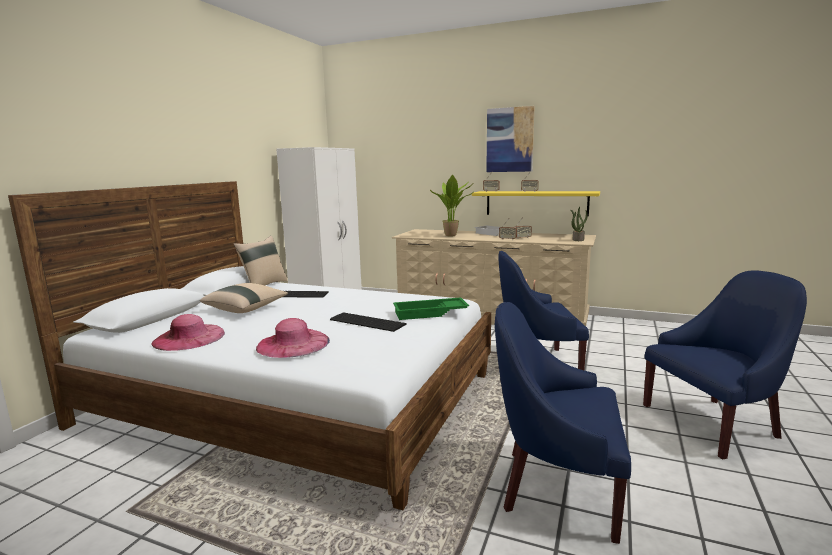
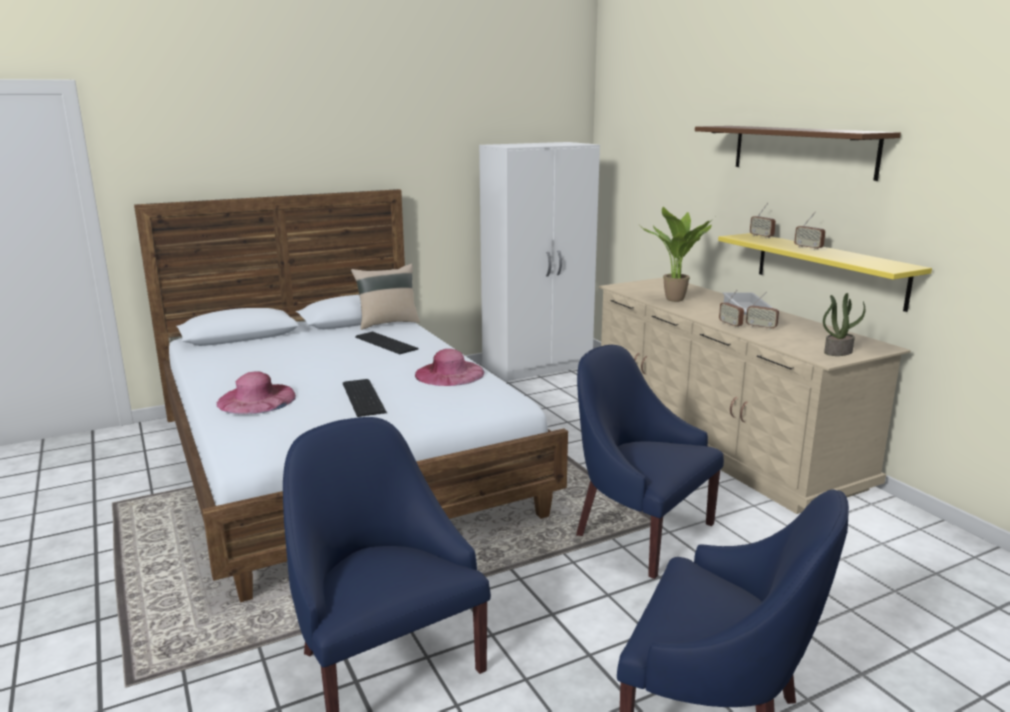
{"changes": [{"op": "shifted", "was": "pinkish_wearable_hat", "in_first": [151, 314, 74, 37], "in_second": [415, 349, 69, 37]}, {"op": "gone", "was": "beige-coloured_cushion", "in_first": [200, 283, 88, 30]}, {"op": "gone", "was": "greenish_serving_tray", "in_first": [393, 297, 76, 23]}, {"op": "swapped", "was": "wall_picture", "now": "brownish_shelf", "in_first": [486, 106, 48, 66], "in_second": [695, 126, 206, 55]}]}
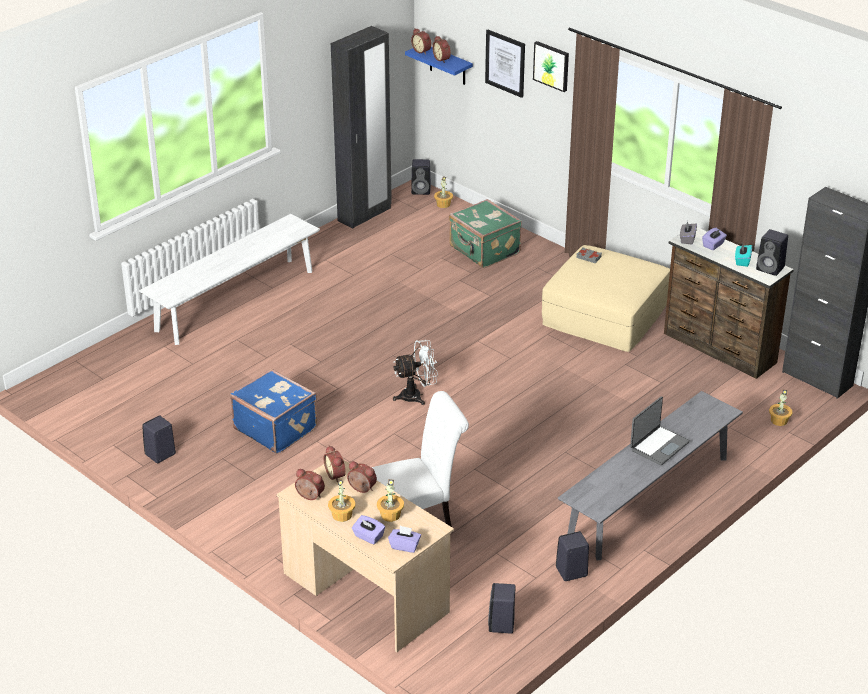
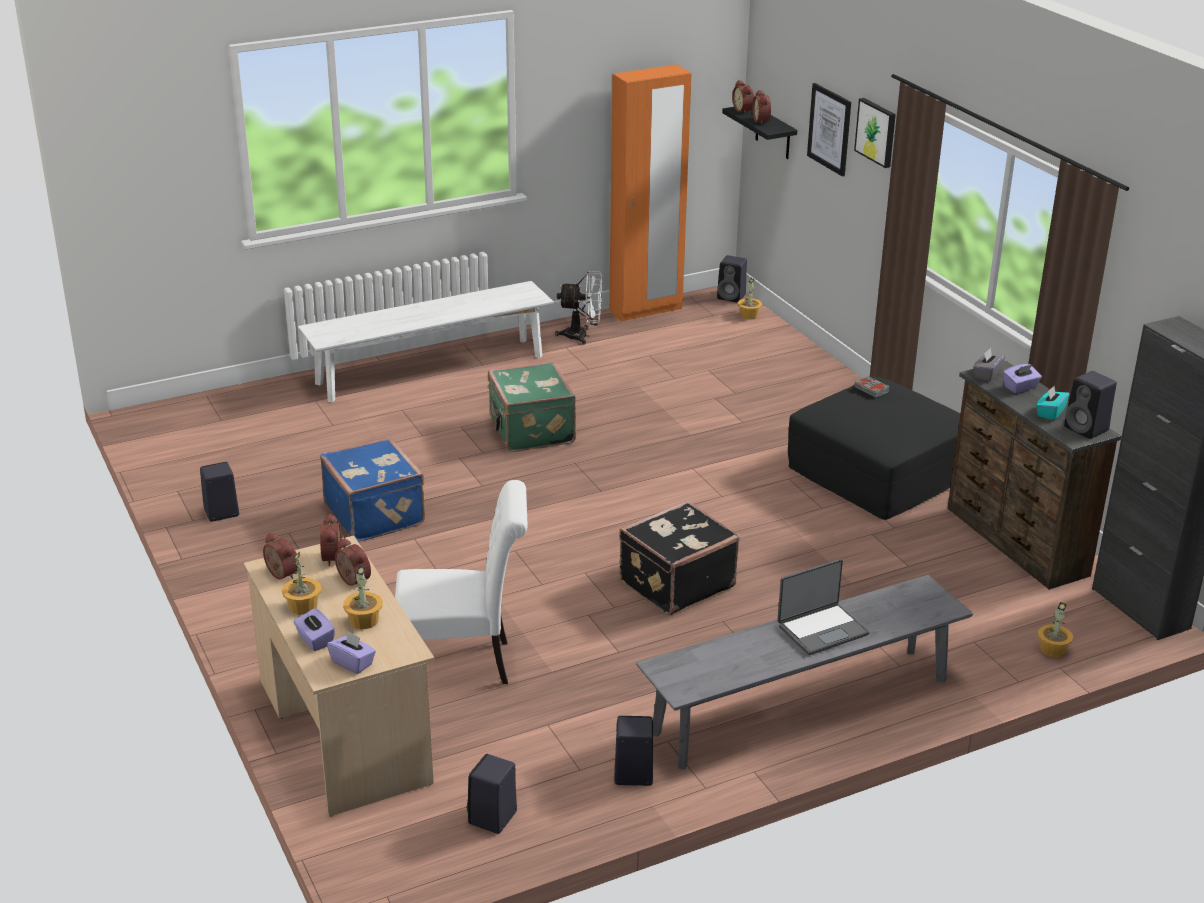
{"changes": [{"op": "repainted", "was": "blackish_armoire", "now": "orangey_armoire", "in_first": [331, 26, 61, 203], "in_second": [609, 64, 83, 258]}, {"op": "shifted", "was": "whitish_electric_fan", "in_first": [393, 340, 45, 65], "in_second": [555, 270, 47, 74]}, {"op": "repainted", "was": "blue_shelf", "now": "blackish_shelf", "in_first": [405, 47, 68, 38], "in_second": [722, 107, 75, 52]}, {"op": "shifted", "was": "greenish_travel_case", "in_first": [449, 199, 73, 69], "in_second": [487, 362, 89, 90]}, {"op": "repainted", "was": "beige-coloured_pouffe", "now": "blackish_pouffe", "in_first": [542, 245, 128, 107], "in_second": [788, 377, 172, 143]}, {"op": "new", "now": "blackish_travel_case", "in_second": [619, 500, 121, 116]}]}
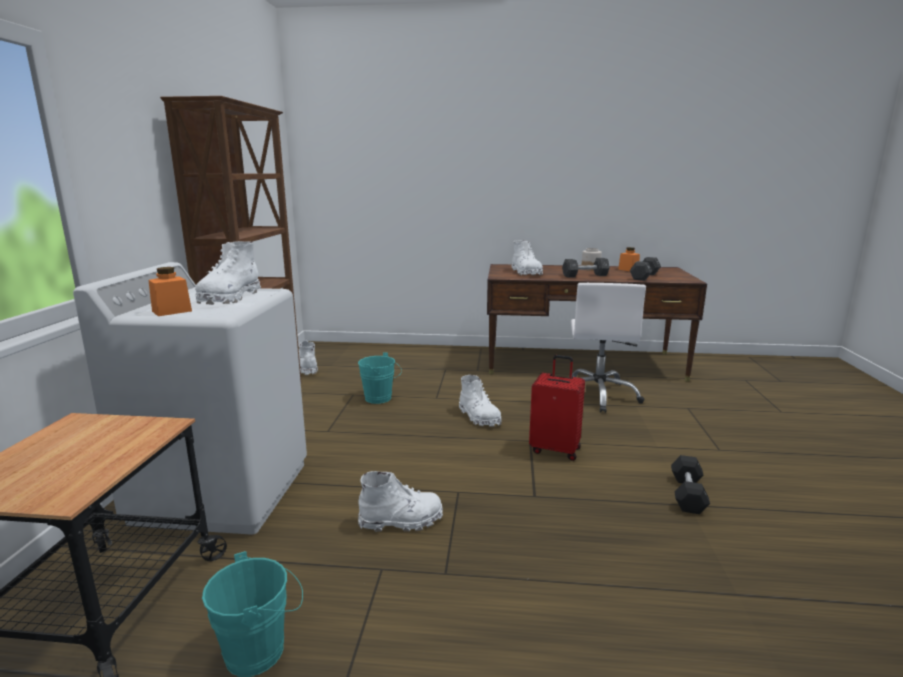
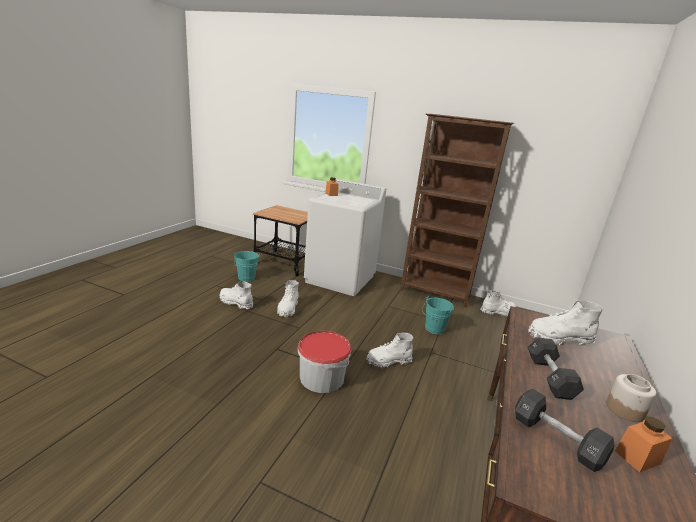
{"changes": [{"op": "shifted", "was": "whitish_tall_boot", "in_first": [195, 241, 66, 64], "in_second": [219, 281, 34, 29]}, {"op": "swapped", "was": "red_travel_case", "now": "water_bucket", "in_first": [529, 355, 56, 106], "in_second": [298, 330, 53, 63]}, {"op": "gone", "was": "whitish_computer_chair", "in_first": [569, 283, 77, 130]}, {"op": "gone", "was": "blackish_dumbbell", "in_first": [671, 455, 39, 59]}]}
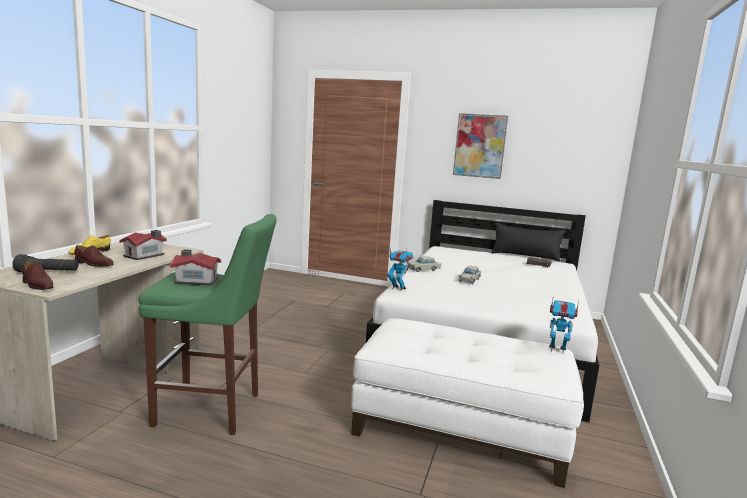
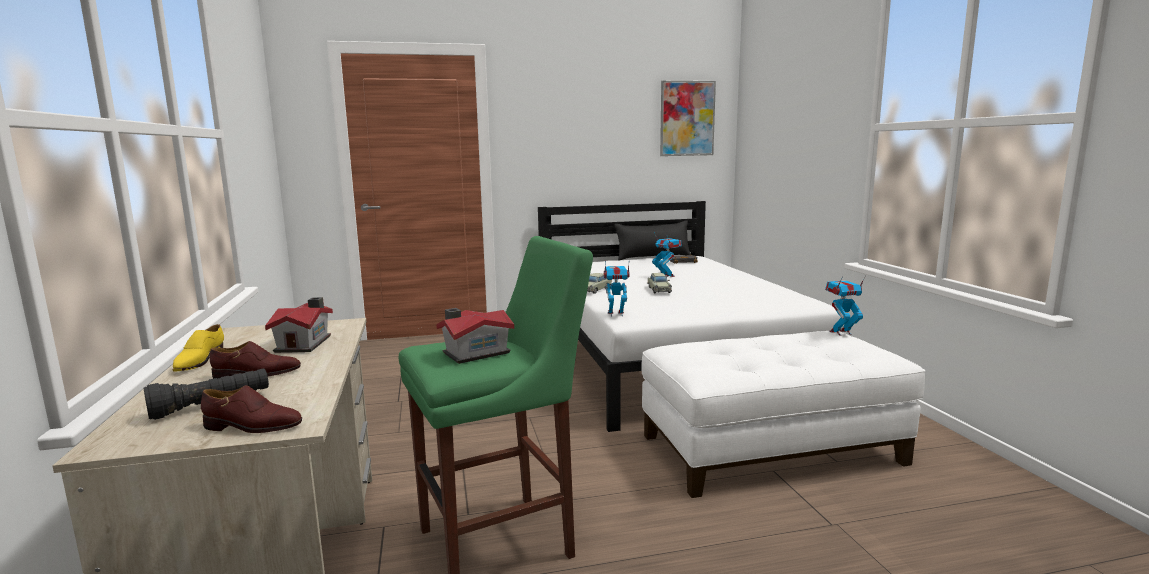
{"changes": [{"op": "shifted", "was": "wall_picture", "in_first": [453, 113, 55, 66], "in_second": [660, 81, 56, 75]}, {"op": "new", "now": "model_robot", "in_second": [652, 232, 29, 45]}]}
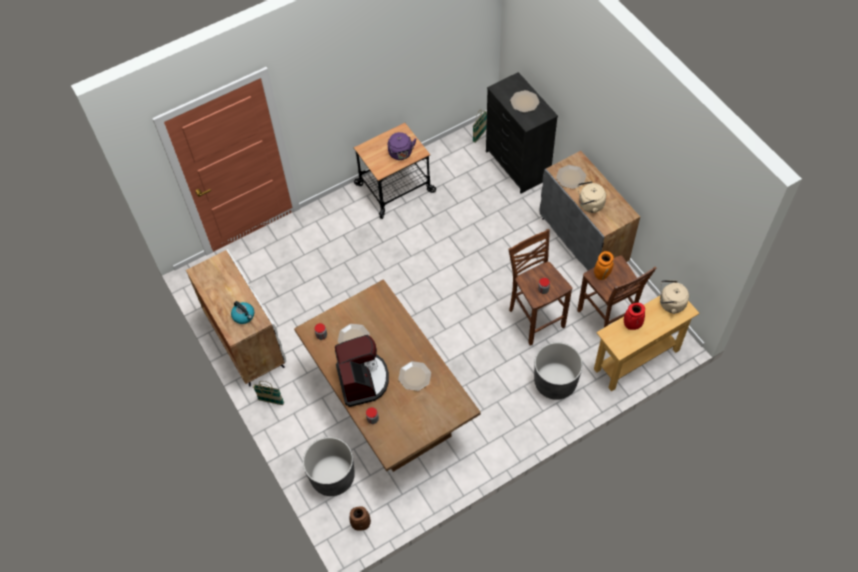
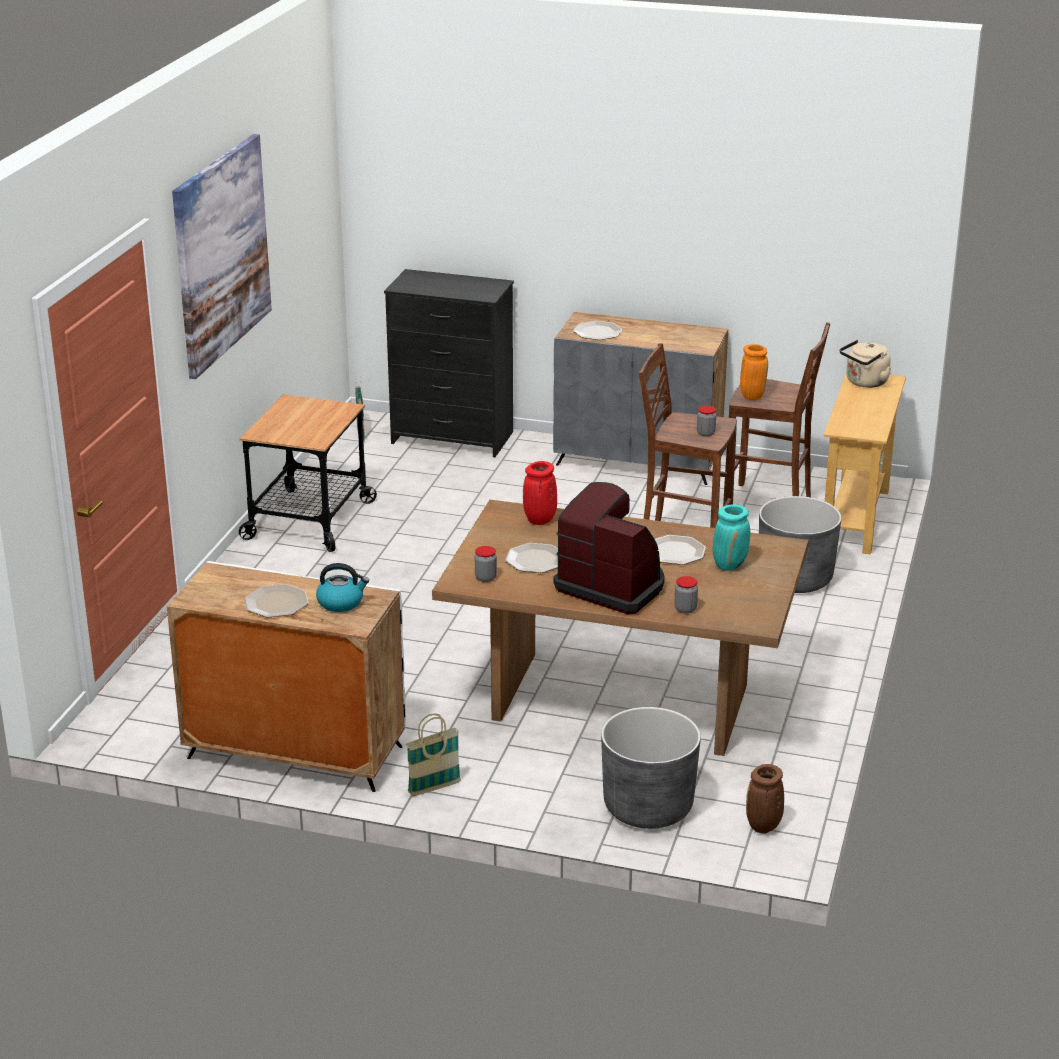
{"changes": [{"op": "gone", "was": "purple_water_kettle", "in_first": [388, 132, 28, 28]}, {"op": "shifted", "was": "flat_dish", "in_first": [510, 90, 30, 22], "in_second": [245, 584, 63, 34]}, {"op": "gone", "was": "beige-coloured_water_kettle", "in_first": [577, 181, 29, 32]}, {"op": "shifted", "was": "red_decorative_vase", "in_first": [624, 303, 21, 27], "in_second": [523, 461, 34, 64]}, {"op": "new", "now": "wall_picture", "in_second": [172, 134, 100, 245]}, {"op": "new", "now": "turquoise_decorative_vase", "in_second": [713, 504, 37, 67]}]}
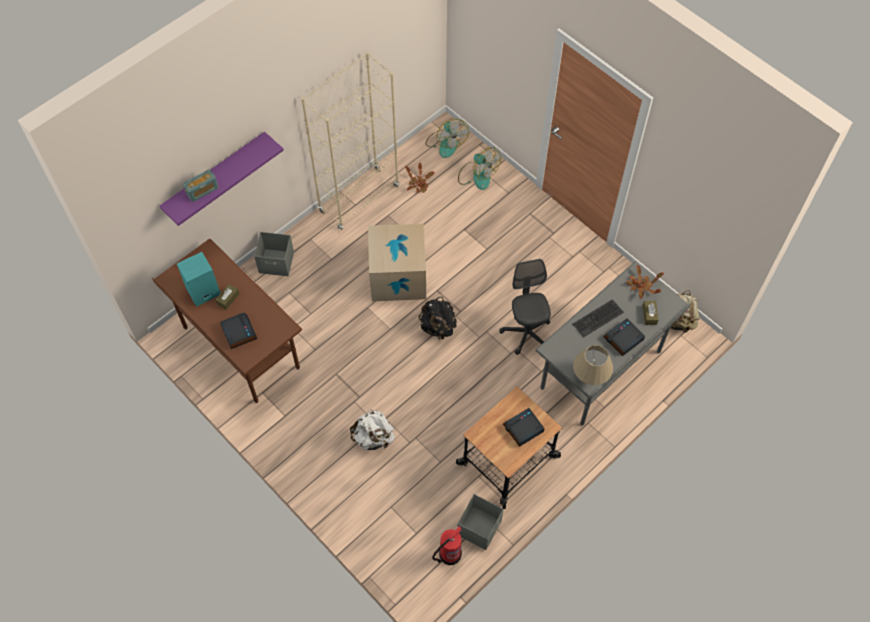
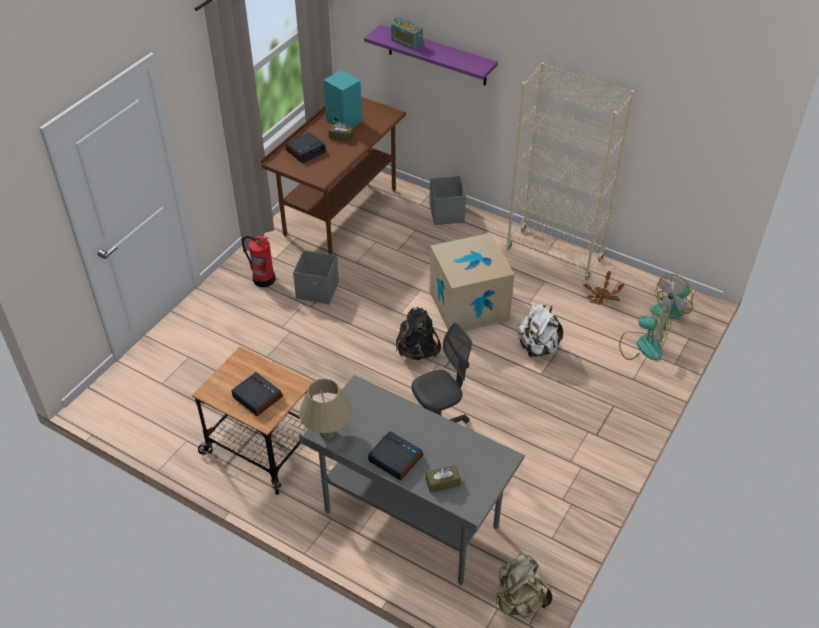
{"changes": [{"op": "shifted", "was": "whitish_knapsack", "in_first": [350, 409, 45, 41], "in_second": [517, 304, 46, 53]}, {"op": "shifted", "was": "fire-fighting_cylinder", "in_first": [432, 526, 30, 39], "in_second": [242, 236, 33, 51]}, {"op": "shifted", "was": "grey_storage_bin", "in_first": [457, 494, 47, 56], "in_second": [293, 250, 46, 54]}, {"op": "rotated", "was": "electric_fan", "in_first": [458, 147, 43, 43], "in_second": [619, 303, 53, 58], "clockwise": -90}, {"op": "gone", "was": "keyboard", "in_first": [573, 299, 51, 38]}, {"op": "gone", "was": "houseplant", "in_first": [627, 265, 37, 34]}]}
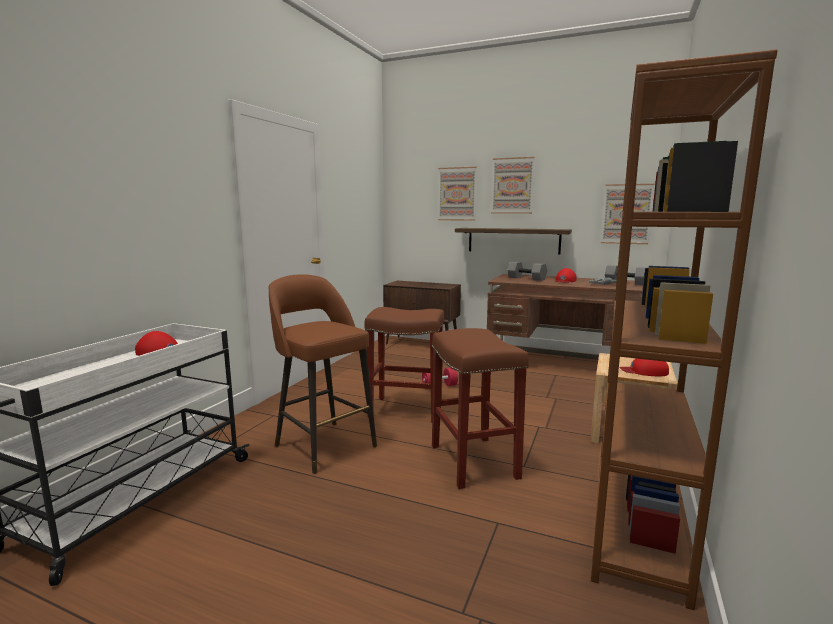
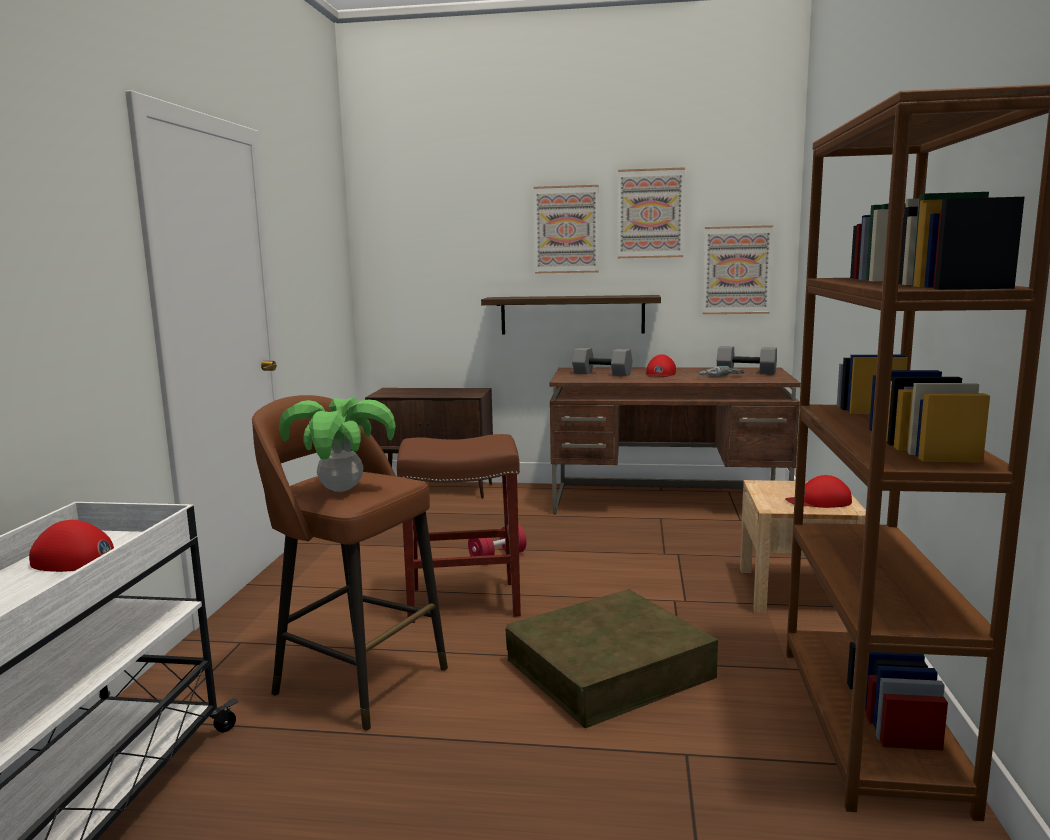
{"changes": [{"op": "swapped", "was": "brownish_sitting_stool", "now": "brownish_storage_bin", "in_first": [432, 328, 97, 161], "in_second": [506, 589, 212, 139]}, {"op": "shifted", "was": "wall_picture", "in_first": [438, 167, 39, 54], "in_second": [617, 167, 68, 91]}, {"op": "new", "now": "houseplant", "in_second": [279, 398, 117, 94]}]}
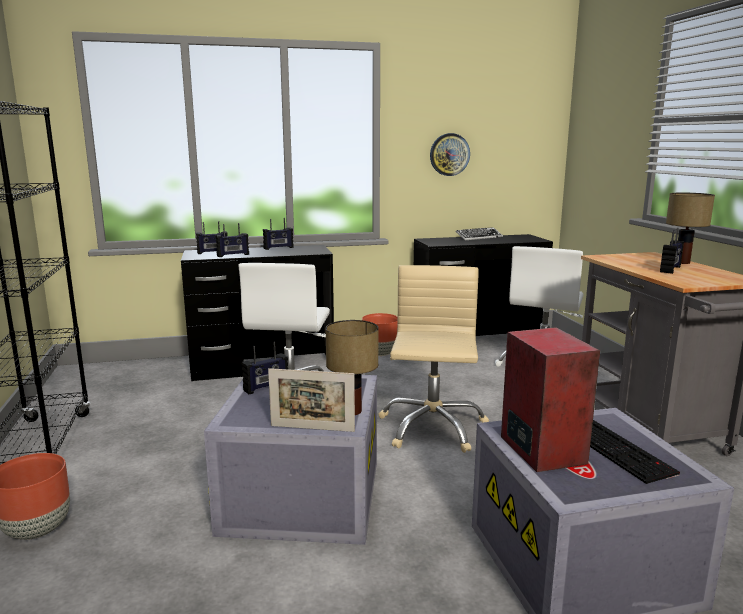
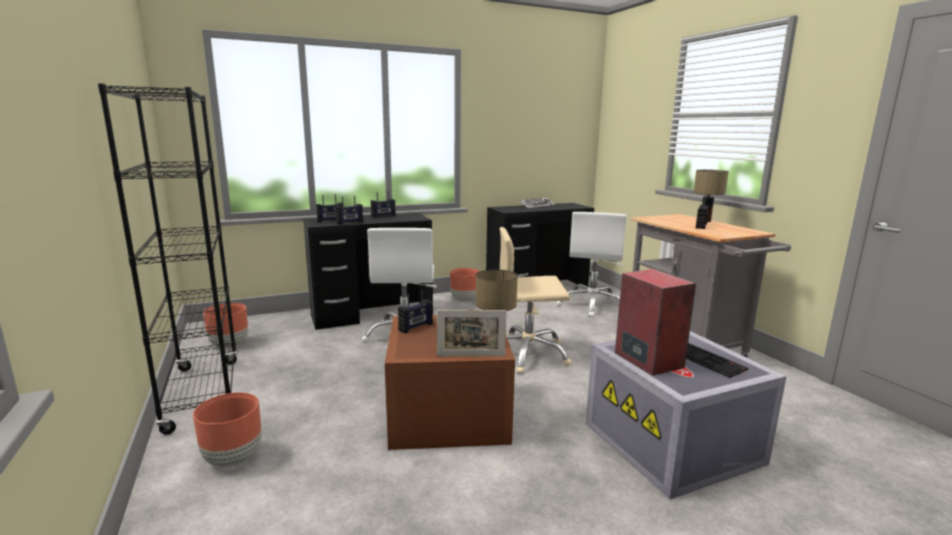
{"changes": [{"op": "repainted", "was": "grey_storage_bin", "now": "brownish_storage_bin", "in_first": [204, 375, 173, 170], "in_second": [385, 315, 130, 135]}, {"op": "rotated", "was": "beige-coloured_computer_chair", "in_first": [378, 265, 111, 188], "in_second": [500, 227, 72, 147], "clockwise": -90}, {"op": "gone", "was": "clock_on_the_wall", "in_first": [430, 133, 40, 43]}, {"op": "new", "now": "brownish_planter", "in_second": [203, 303, 45, 45]}]}
